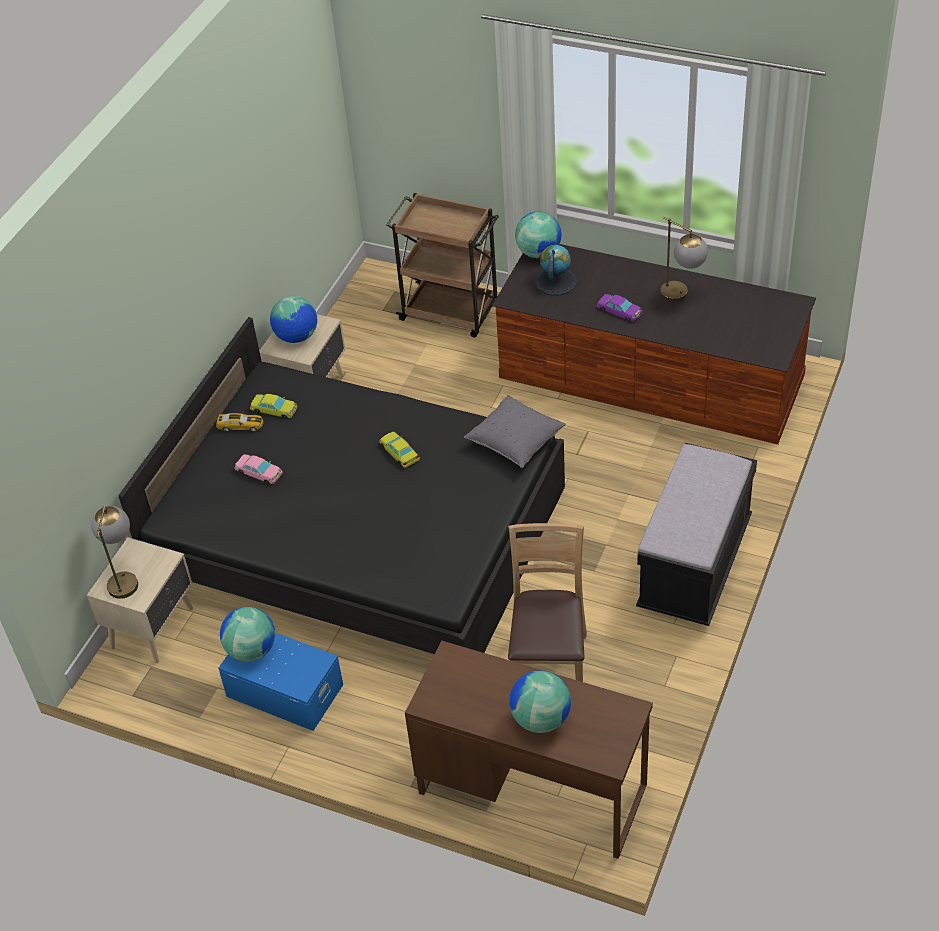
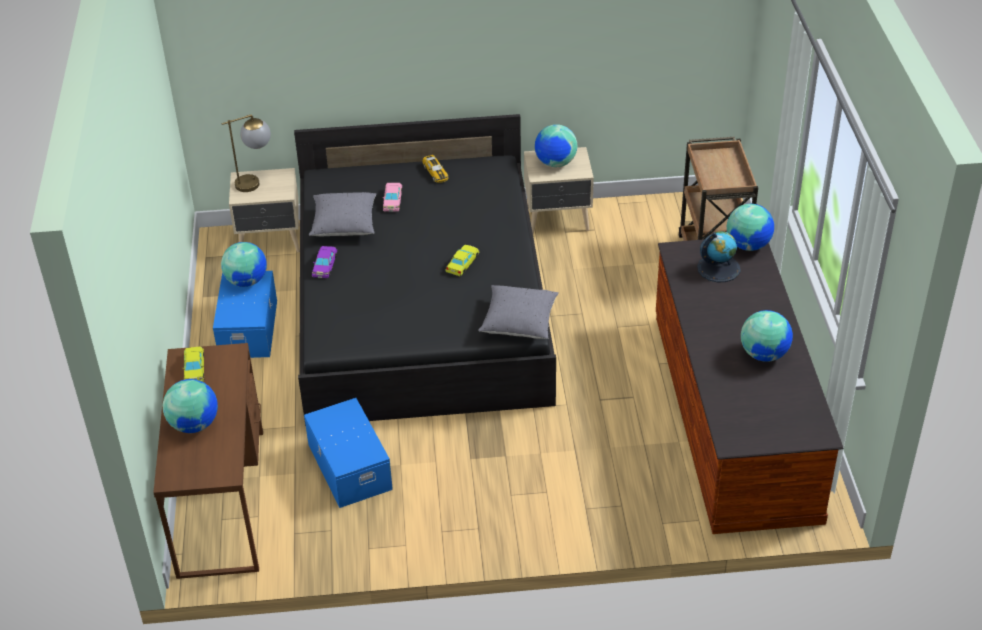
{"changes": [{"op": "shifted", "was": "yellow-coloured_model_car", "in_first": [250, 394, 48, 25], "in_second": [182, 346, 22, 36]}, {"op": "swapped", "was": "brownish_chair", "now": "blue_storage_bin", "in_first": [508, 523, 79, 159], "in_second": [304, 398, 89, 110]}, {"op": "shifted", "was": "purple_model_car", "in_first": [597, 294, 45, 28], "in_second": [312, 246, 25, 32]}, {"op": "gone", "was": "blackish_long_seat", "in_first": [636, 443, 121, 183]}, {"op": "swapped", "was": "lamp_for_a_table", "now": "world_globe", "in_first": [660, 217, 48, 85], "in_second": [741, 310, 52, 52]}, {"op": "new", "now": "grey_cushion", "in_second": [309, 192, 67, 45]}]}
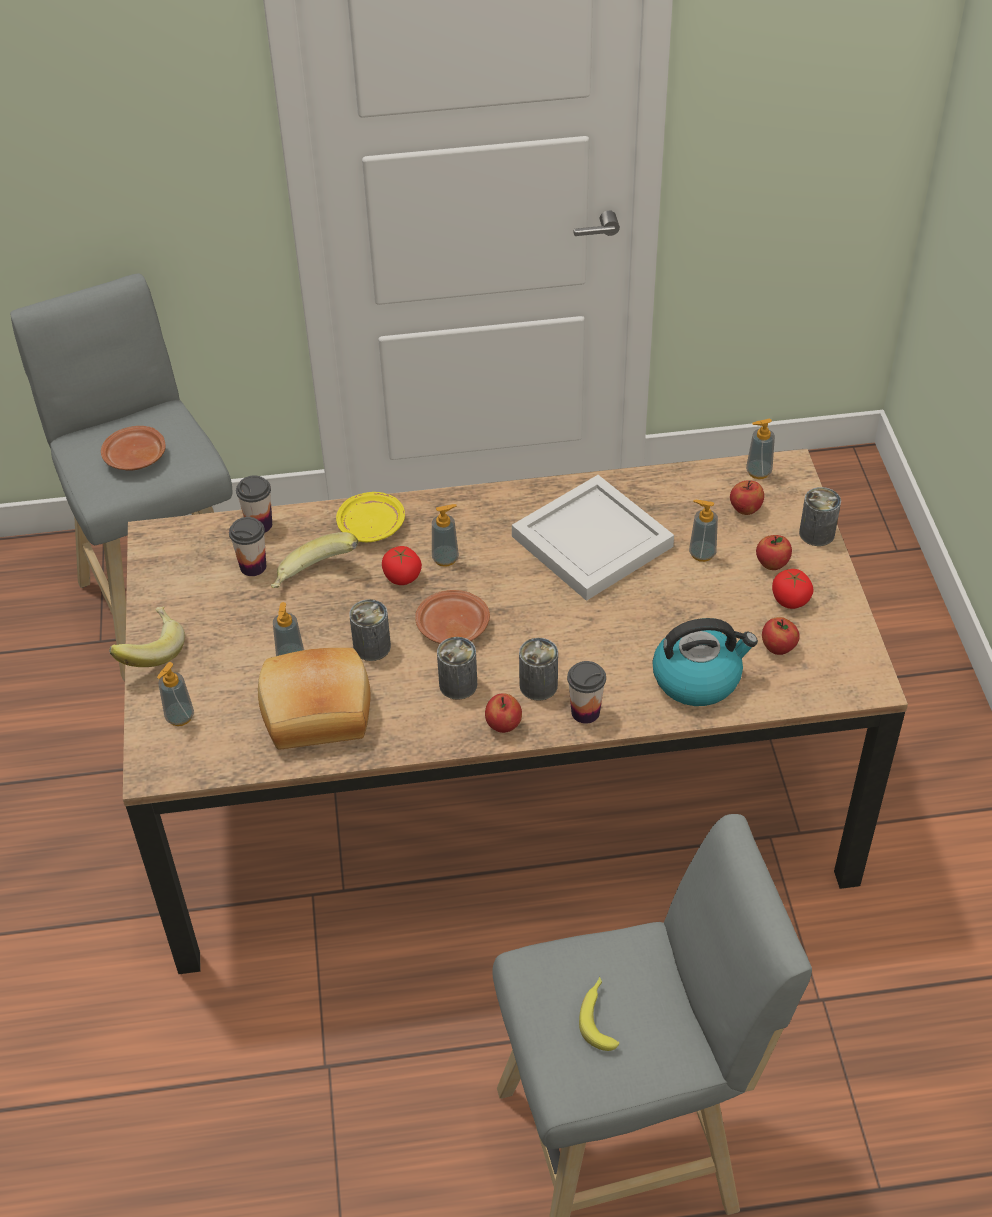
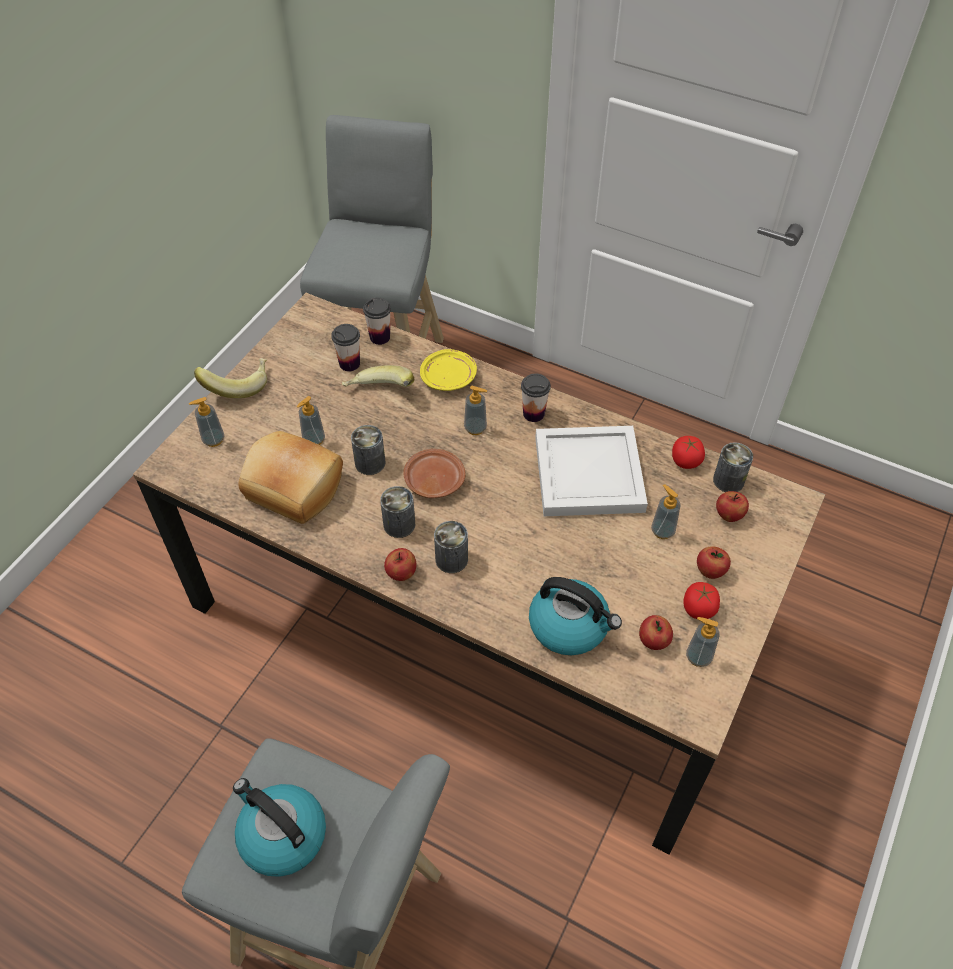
{"changes": [{"op": "gone", "was": "brownish_flat_dish", "in_first": [101, 426, 65, 45]}, {"op": "shifted", "was": "tomato", "in_first": [382, 546, 40, 39], "in_second": [672, 436, 33, 33]}, {"op": "shifted", "was": "cup", "in_first": [567, 661, 39, 63], "in_second": [521, 373, 30, 49]}, {"op": "swapped", "was": "whole_banana", "now": "water_kettle", "in_first": [579, 977, 41, 74], "in_second": [233, 778, 93, 99]}, {"op": "shifted", "was": "soap_dispenser", "in_first": [746, 419, 29, 60], "in_second": [686, 617, 34, 50]}, {"op": "shifted", "was": "metal_can", "in_first": [799, 487, 42, 59], "in_second": [713, 442, 40, 50]}]}
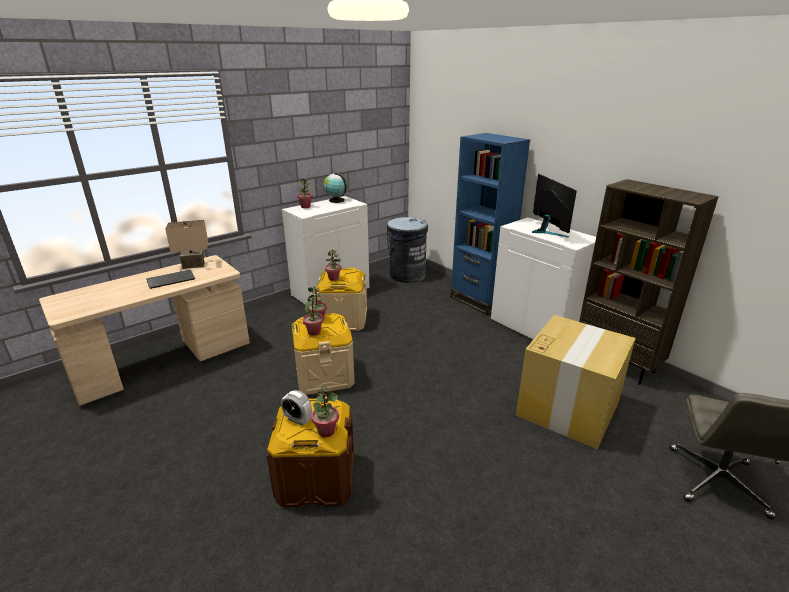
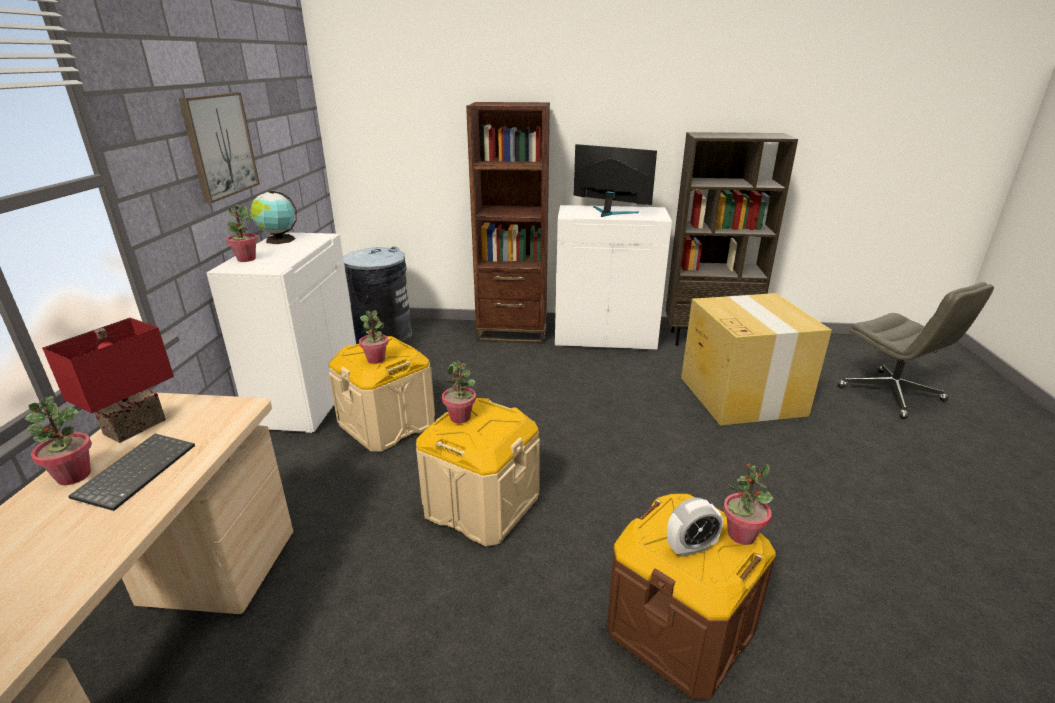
{"changes": [{"op": "repainted", "was": "beige-coloured_lamp_for_a_table", "now": "red_lamp_for_a_table", "in_first": [165, 220, 43, 49], "in_second": [42, 318, 132, 125]}, {"op": "shifted", "was": "houseplant", "in_first": [303, 297, 21, 39], "in_second": [25, 396, 67, 89]}, {"op": "repainted", "was": "blue_bookshelf", "now": "brownish_bookshelf", "in_first": [451, 133, 79, 182], "in_second": [466, 102, 84, 242]}, {"op": "new", "now": "wall_picture", "in_second": [179, 92, 81, 111]}]}
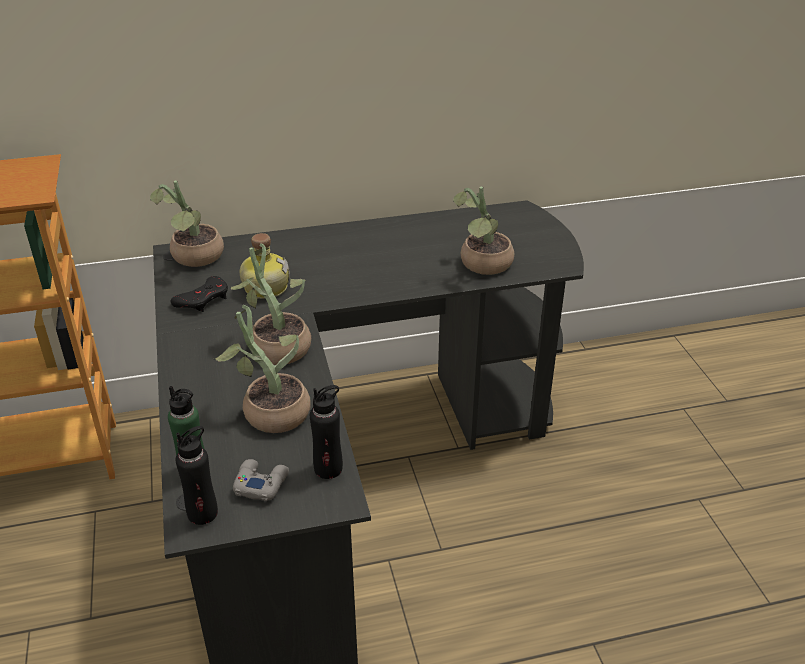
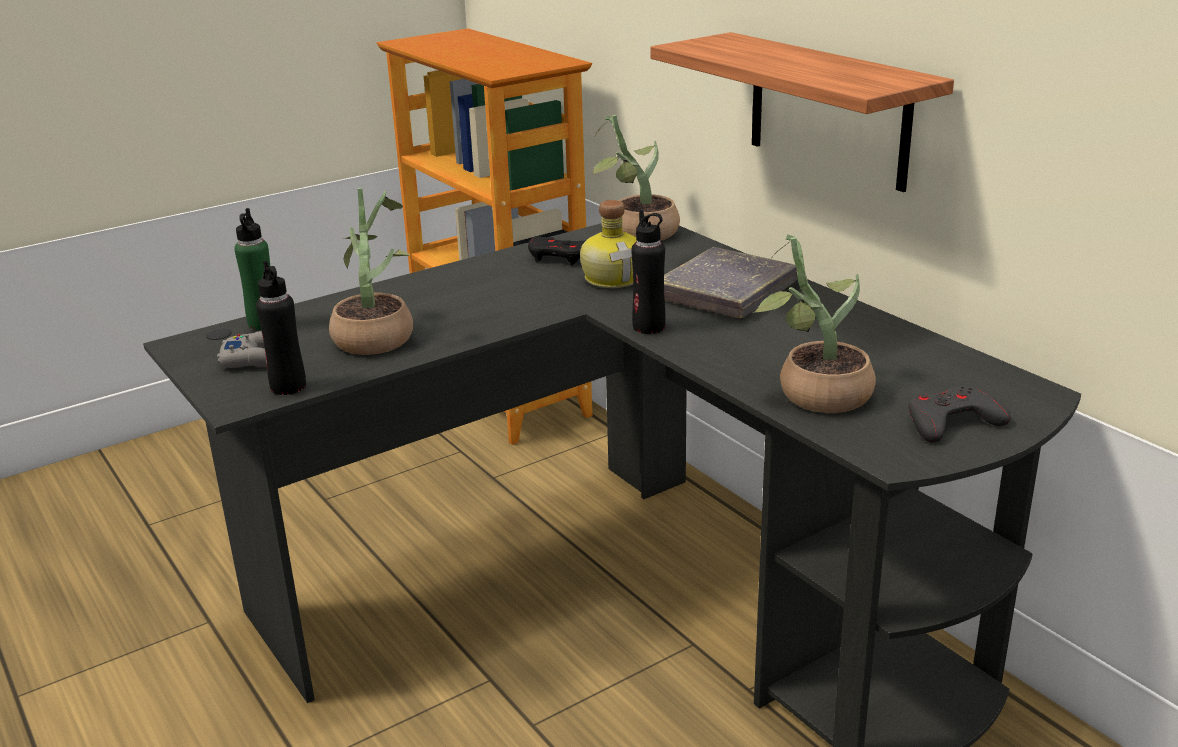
{"changes": [{"op": "shifted", "was": "blackish_bottle", "in_first": [176, 426, 42, 99], "in_second": [631, 210, 35, 124]}, {"op": "gone", "was": "houseplant", "in_first": [230, 243, 81, 122]}, {"op": "new", "now": "shelf", "in_second": [650, 32, 304, 160]}, {"op": "new", "now": "grey_bound_book", "in_second": [664, 247, 133, 71]}, {"op": "new", "now": "grey_gamepad", "in_second": [908, 386, 103, 56]}]}
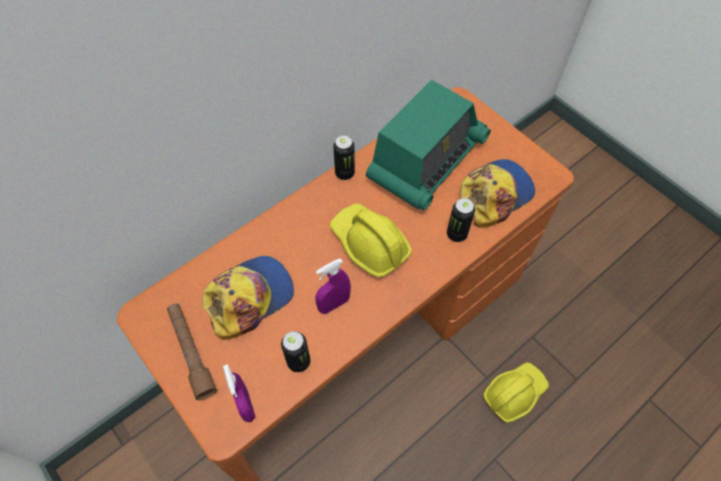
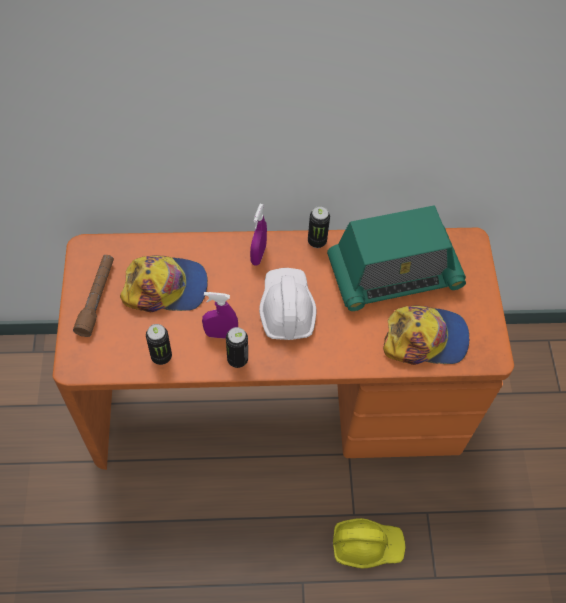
{"changes": [{"op": "shifted", "was": "purple_sprayer", "in_first": [223, 364, 32, 58], "in_second": [250, 204, 17, 62]}, {"op": "repainted", "was": "yellow-coloured_safety_helmet", "now": "whitish_safety_helmet", "in_first": [330, 204, 82, 74], "in_second": [259, 268, 57, 72]}, {"op": "shifted", "was": "metal_can", "in_first": [447, 198, 28, 44], "in_second": [226, 327, 22, 41]}]}
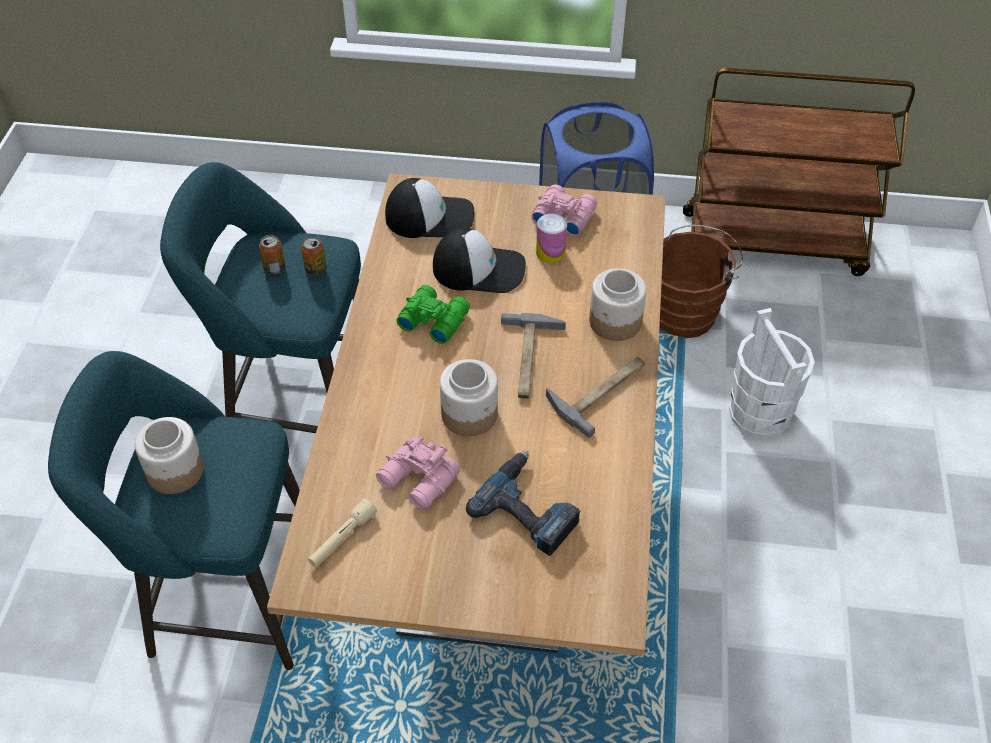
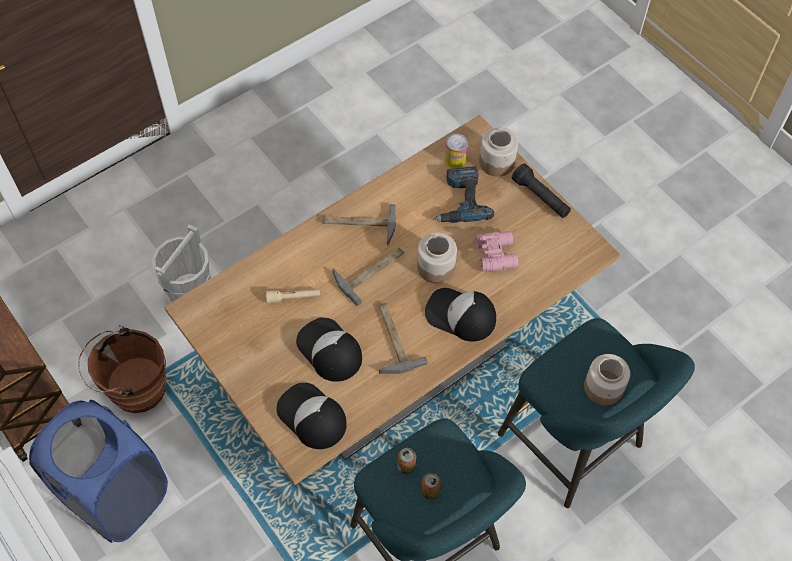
{"changes": [{"op": "shifted", "was": "beige-coloured_torch", "in_first": [308, 498, 69, 68], "in_second": [266, 289, 54, 15]}, {"op": "swapped", "was": "greenish_field_glasses", "now": "tool_hammer", "in_first": [397, 285, 73, 59], "in_second": [379, 303, 48, 71]}, {"op": "gone", "was": "pinkish_field_glasses", "in_first": [531, 185, 66, 51]}, {"op": "shifted", "was": "metal_can", "in_first": [536, 213, 31, 50], "in_second": [445, 134, 23, 34]}, {"op": "shifted", "was": "jar", "in_first": [589, 268, 57, 73], "in_second": [479, 127, 39, 50]}, {"op": "new", "now": "peaked_cap", "in_second": [425, 288, 71, 54]}, {"op": "new", "now": "blackish_torch", "in_second": [512, 164, 59, 54]}]}
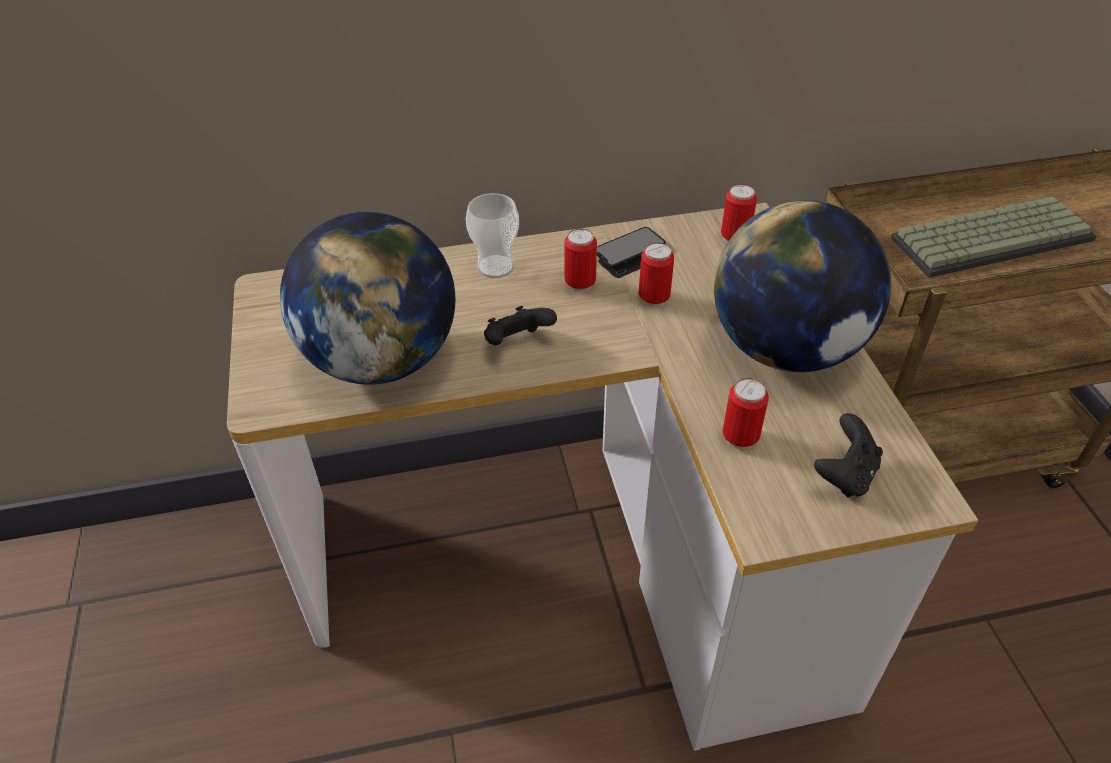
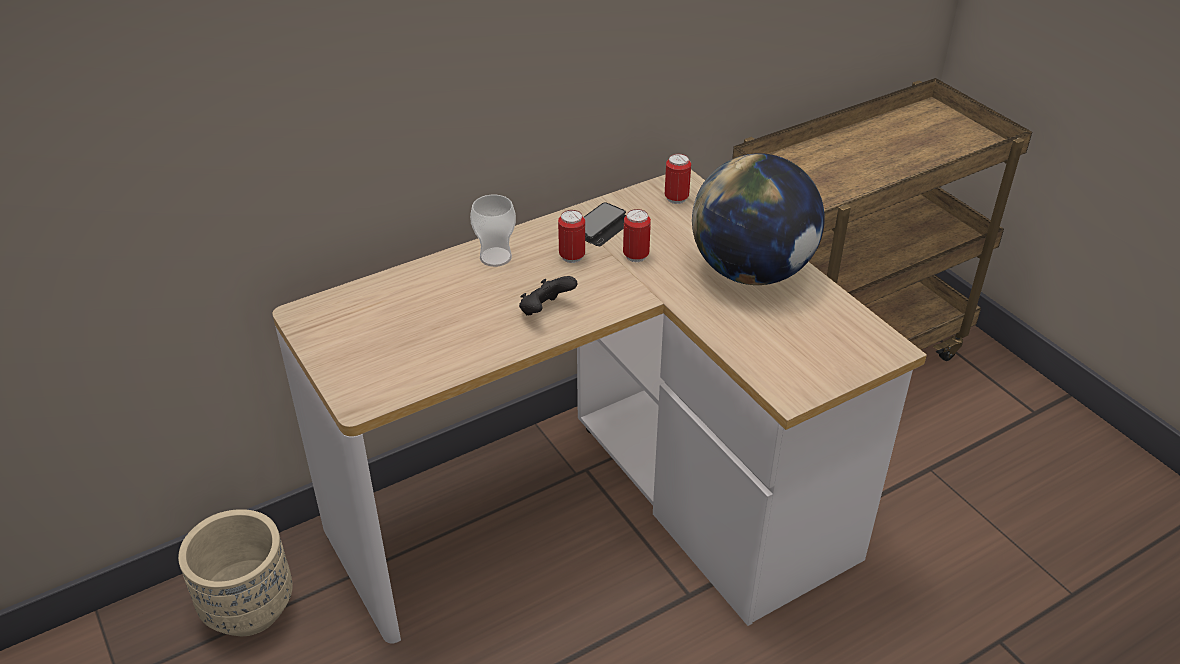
{"changes": [{"op": "gone", "was": "world_globe", "in_first": [280, 212, 175, 173]}, {"op": "gone", "was": "metal_can", "in_first": [723, 378, 46, 71]}, {"op": "gone", "was": "blackish_gamepad", "in_first": [814, 413, 69, 84]}, {"op": "gone", "was": "keyboard", "in_first": [891, 196, 206, 82]}, {"op": "new", "now": "beige-coloured_planter", "in_second": [178, 509, 115, 127]}]}
